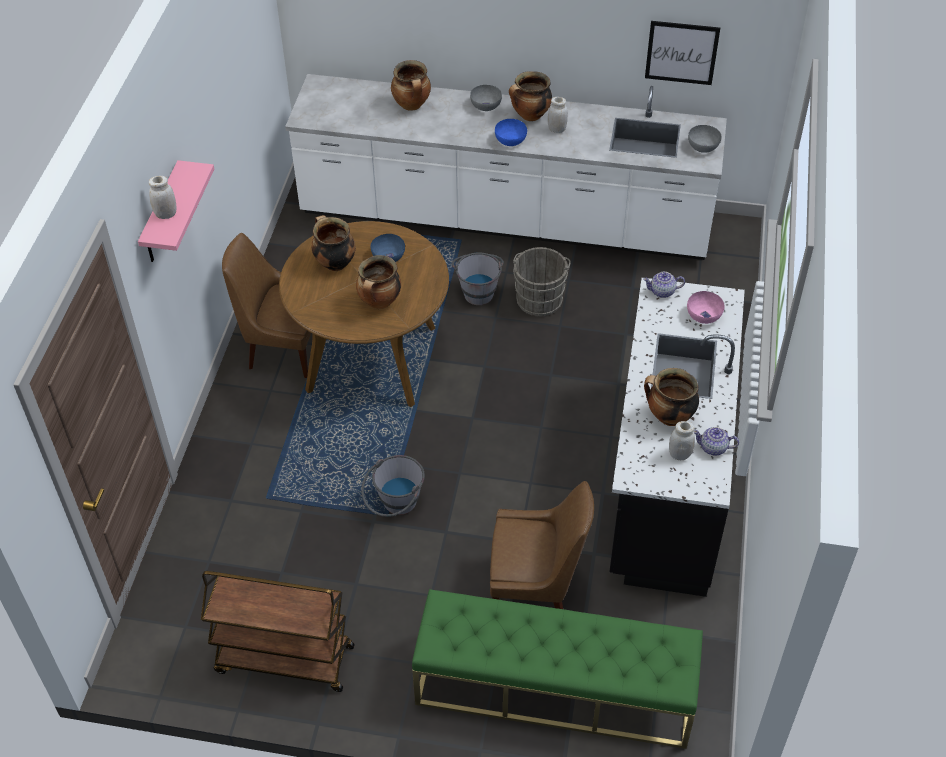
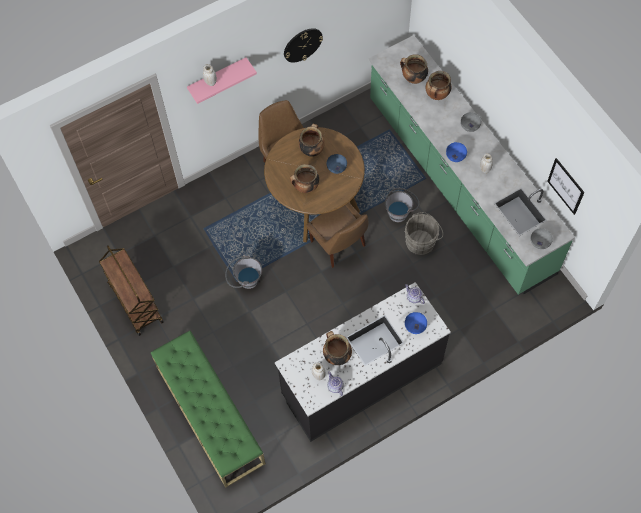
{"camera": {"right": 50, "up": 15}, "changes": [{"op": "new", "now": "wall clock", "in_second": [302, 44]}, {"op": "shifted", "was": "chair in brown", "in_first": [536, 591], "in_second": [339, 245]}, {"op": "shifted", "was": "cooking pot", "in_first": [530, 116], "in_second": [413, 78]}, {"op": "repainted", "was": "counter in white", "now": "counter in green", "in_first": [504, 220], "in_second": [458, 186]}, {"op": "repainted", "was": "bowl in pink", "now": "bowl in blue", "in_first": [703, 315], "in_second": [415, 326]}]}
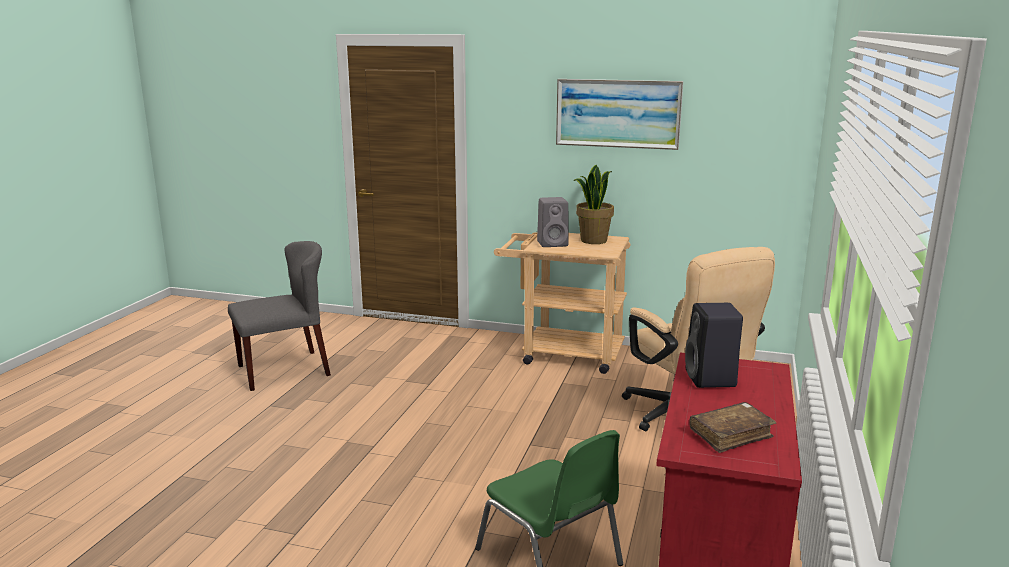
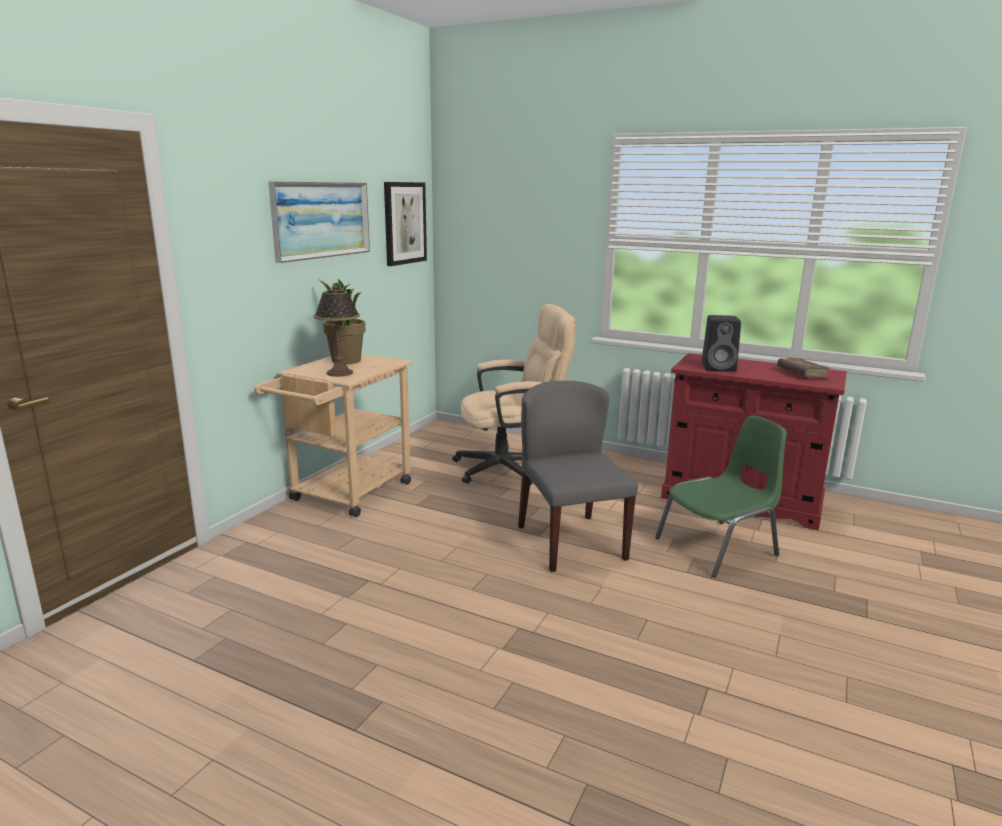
{"camera": {"right": -80, "up": 0}, "changes": [{"op": "new", "now": "picture", "in_second": [404, 223]}, {"op": "shifted", "was": "chair in grey", "in_first": [284, 370], "in_second": [570, 542]}, {"op": "swapped", "was": "speaker in grey", "now": "table lamp", "in_first": [553, 243], "in_second": [340, 373]}]}
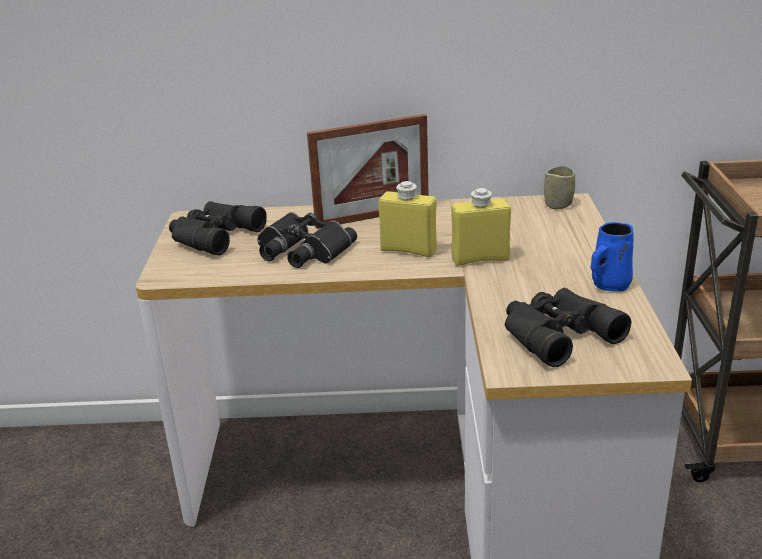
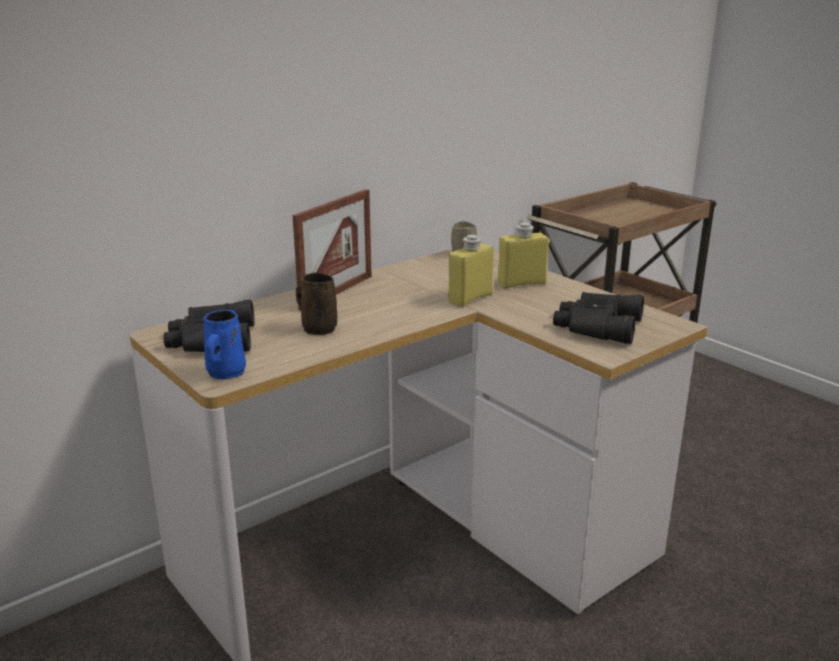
{"camera": {"right": -40, "up": -5}, "changes": [{"op": "shifted", "was": "bottle in yellow", "in_first": [408, 250], "in_second": [521, 284]}, {"op": "shifted", "was": "mug in blue", "in_first": [609, 285], "in_second": [225, 373]}, {"op": "swapped", "was": "binoculars in black", "now": "mug in brown", "in_first": [301, 250], "in_second": [318, 328]}]}
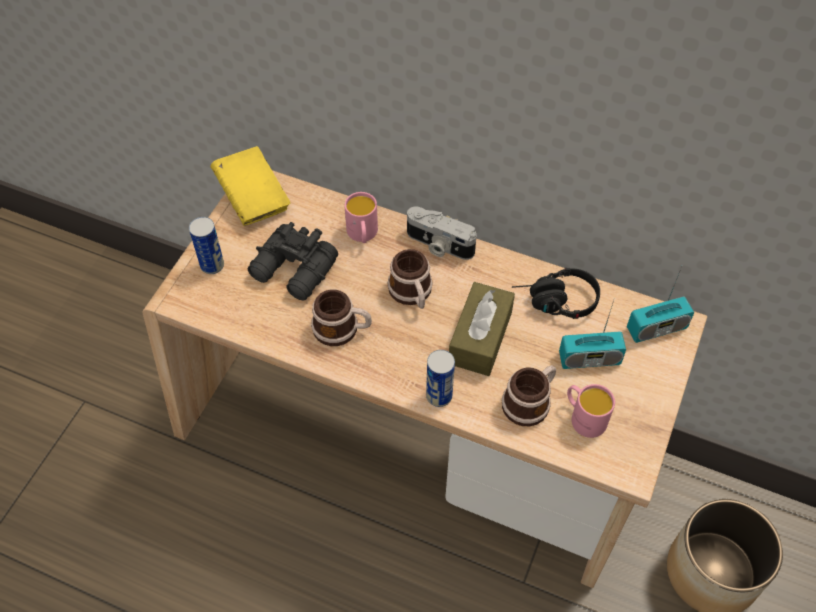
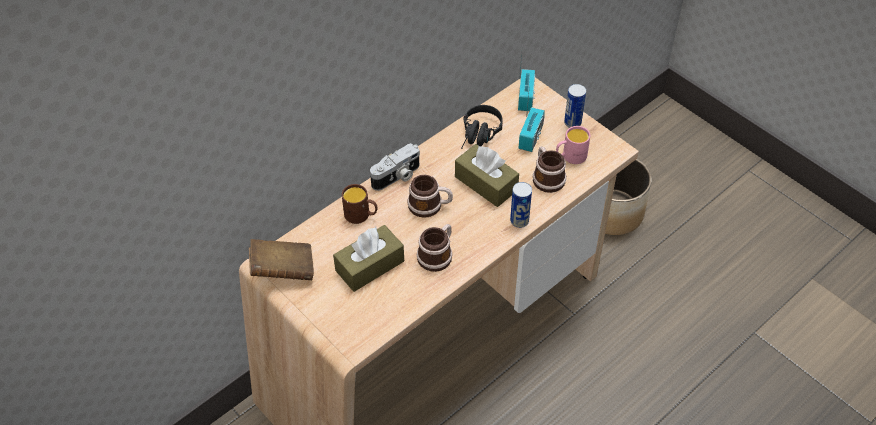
{"camera": {"right": -65, "up": -5}, "changes": [{"op": "shifted", "was": "can", "in_first": [212, 265], "in_second": [572, 122]}, {"op": "swapped", "was": "binoculars in black", "now": "tissue box in brown", "in_first": [294, 271], "in_second": [370, 266]}, {"op": "repainted", "was": "book in yellow", "now": "book in brown", "in_first": [253, 199], "in_second": [283, 270]}, {"op": "repainted", "was": "mug in pink", "now": "mug in brown", "in_first": [362, 235], "in_second": [361, 215]}]}
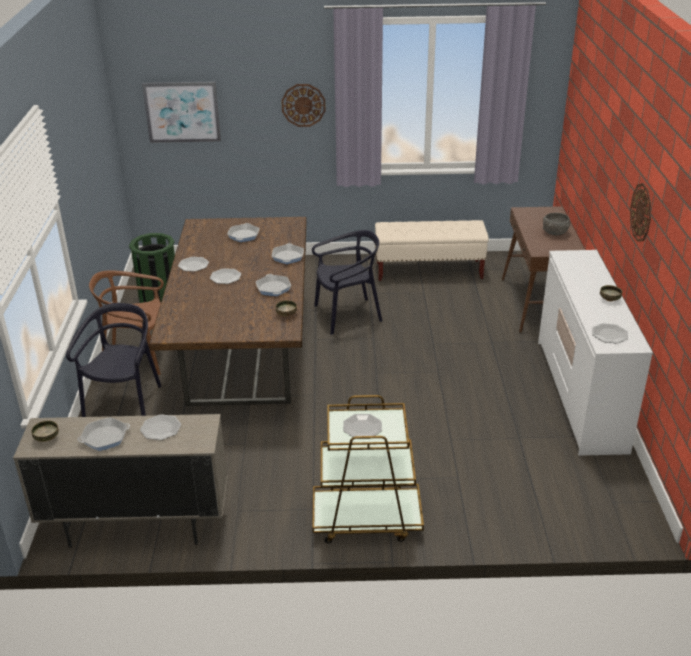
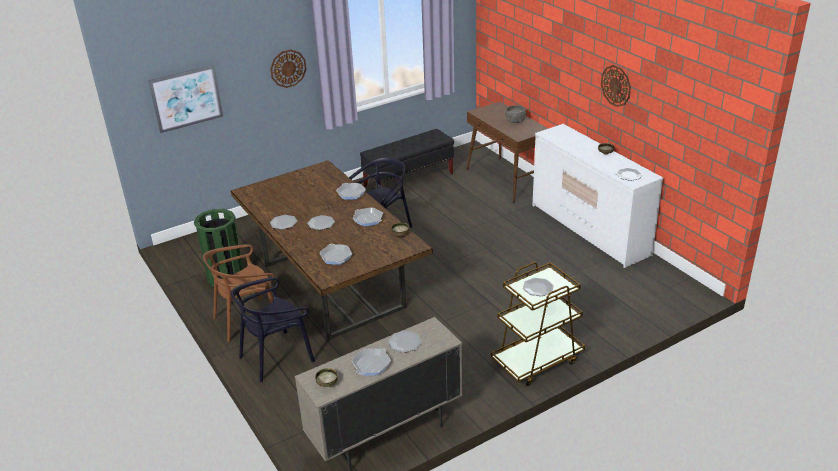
{"camera": {"right": -30, "up": 0}, "changes": [{"op": "shifted", "was": "frying pan", "in_first": [243, 235], "in_second": [336, 257]}, {"op": "repainted", "was": "bench in beige", "now": "bench in black", "in_first": [429, 271], "in_second": [409, 180]}, {"op": "rotated", "was": "chair in black", "in_first": [125, 403], "in_second": [276, 357], "clockwise": -105}]}
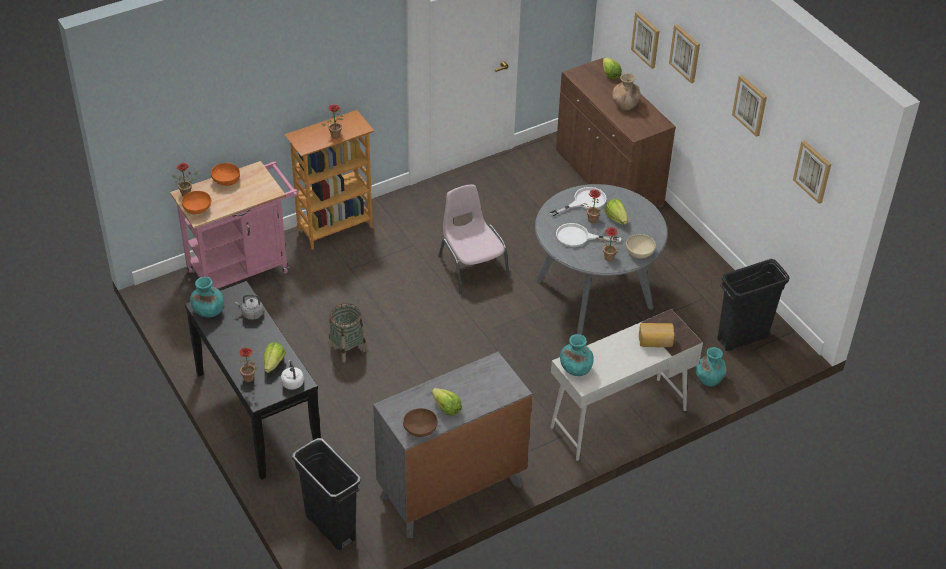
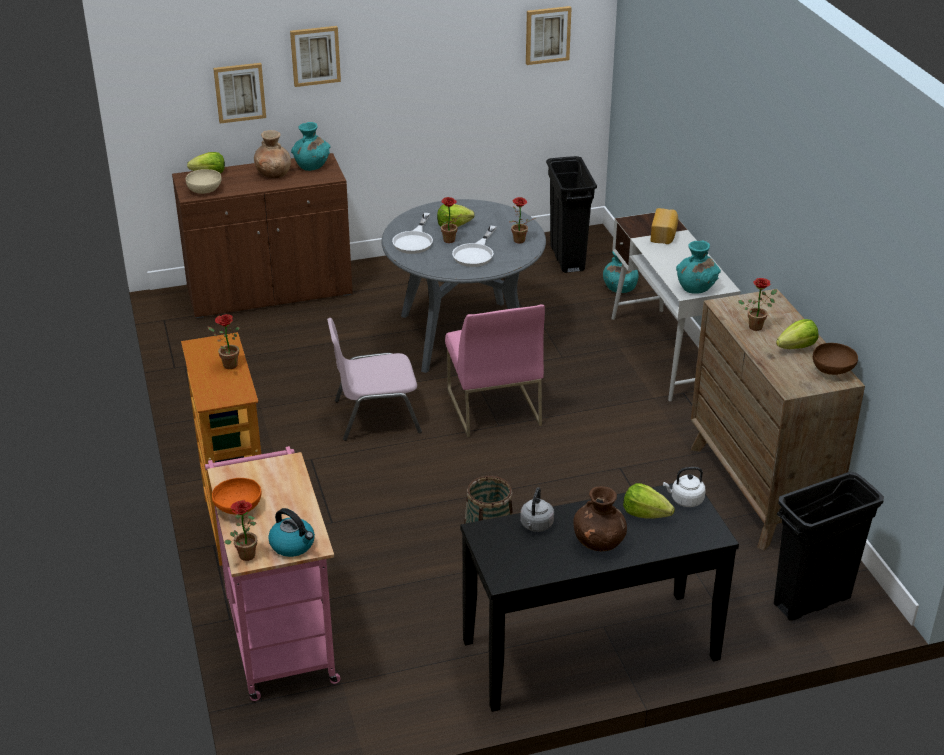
{"camera": {"right": -75, "up": -10}, "changes": [{"op": "gone", "was": "picture", "in_first": [750, 105]}, {"op": "new", "now": "chair in pink", "in_second": [492, 407]}, {"op": "new", "now": "vase in brown", "in_second": [599, 542]}, {"op": "shifted", "was": "vase in turquoise", "in_first": [208, 311], "in_second": [311, 166]}, {"op": "shifted", "was": "potted plant", "in_first": [250, 379], "in_second": [757, 325]}, {"op": "shifted", "was": "bowl in beige", "in_first": [640, 253], "in_second": [205, 190]}, {"op": "swapped", "was": "bowl in orange", "now": "kettle", "in_first": [198, 209], "in_second": [293, 545]}, {"op": "repainted", "was": "dresser in grey", "now": "dresser in brown", "in_first": [451, 491], "in_second": [759, 489]}, {"op": "rotated", "was": "frying pan in white", "in_first": [584, 202], "in_second": [414, 240], "clockwise": -150}]}
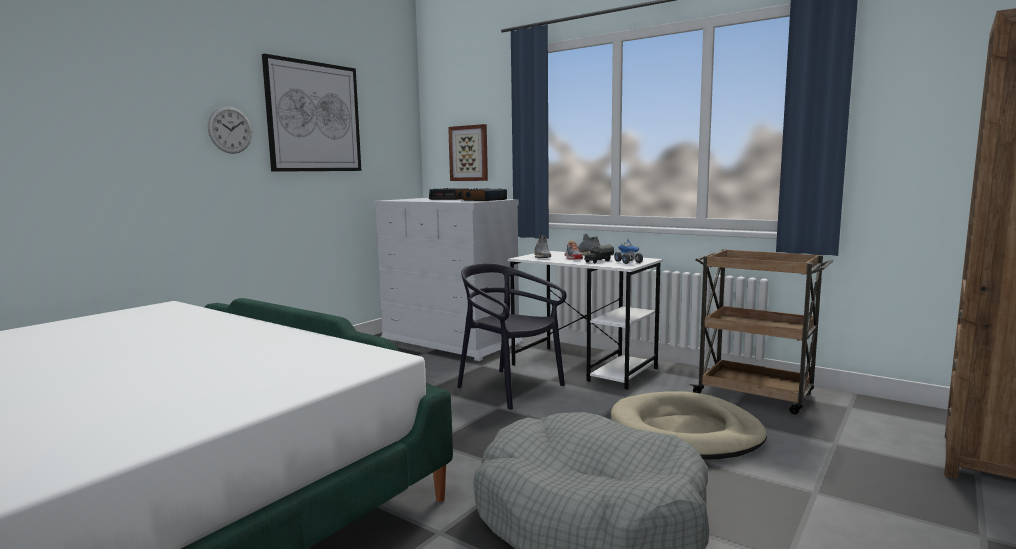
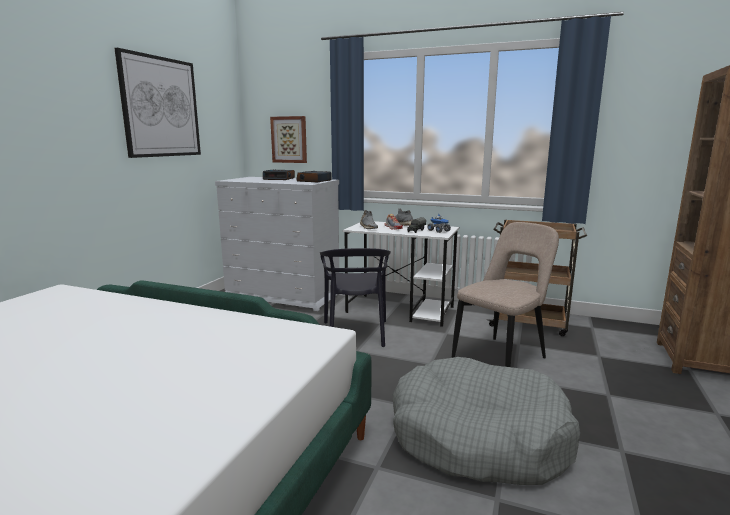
{"camera": {"right": -15, "up": 5}, "changes": [{"op": "gone", "was": "wall clock", "in_first": [230, 130]}, {"op": "swapped", "was": "dog bed in beige", "now": "chair in beige", "in_first": [685, 432], "in_second": [502, 358]}, {"op": "rotated", "was": "chair in black", "in_first": [509, 388], "in_second": [356, 333], "clockwise": -120}]}
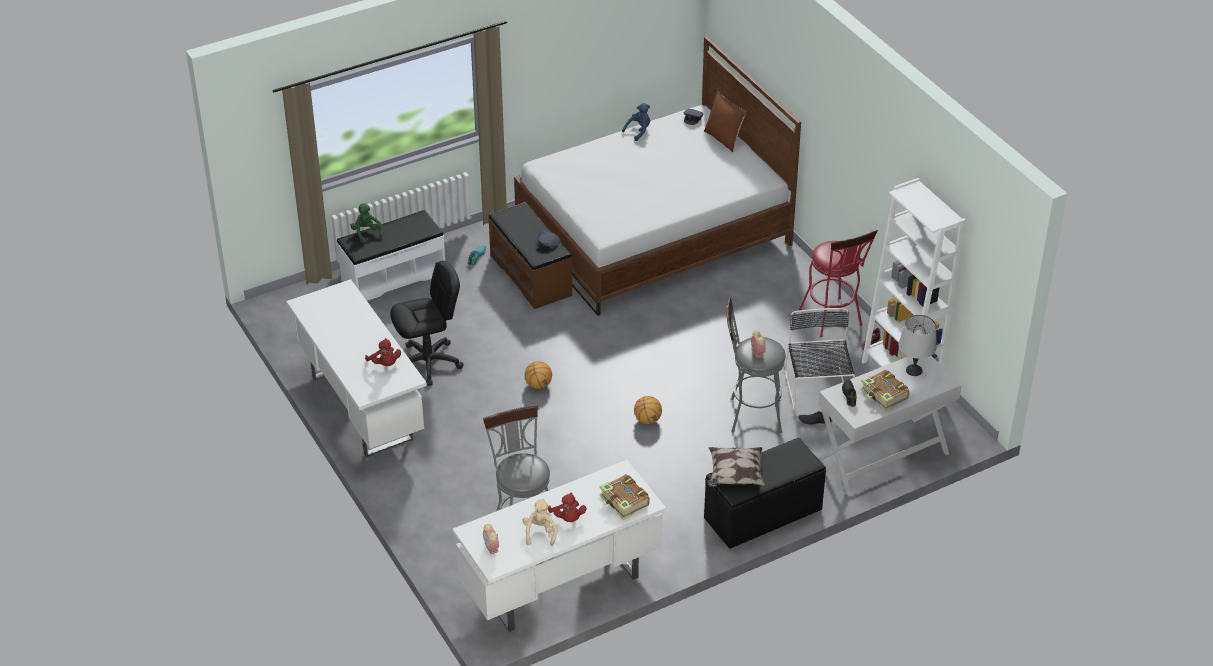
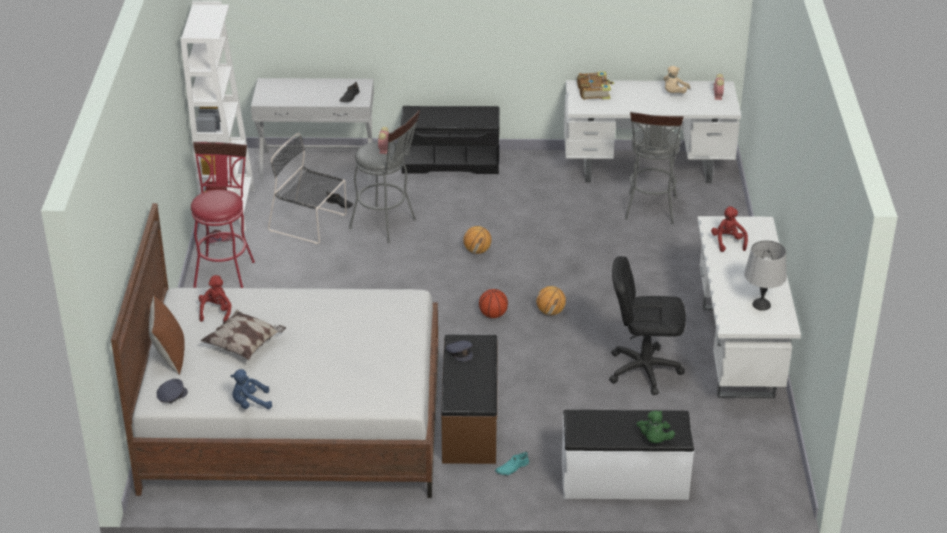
{"camera": {"right": -150, "up": -5}, "changes": [{"op": "gone", "was": "book", "in_first": [884, 395]}, {"op": "new", "now": "basketball", "in_second": [493, 315]}, {"op": "shifted", "was": "plush toy in red", "in_first": [568, 518], "in_second": [216, 312]}, {"op": "shifted", "was": "pillow", "in_first": [734, 476], "in_second": [245, 345]}, {"op": "shifted", "was": "table lamp in grey", "in_first": [914, 370], "in_second": [761, 305]}, {"op": "rotated", "was": "chair in black", "in_first": [817, 390], "in_second": [310, 223], "clockwise": 90}]}
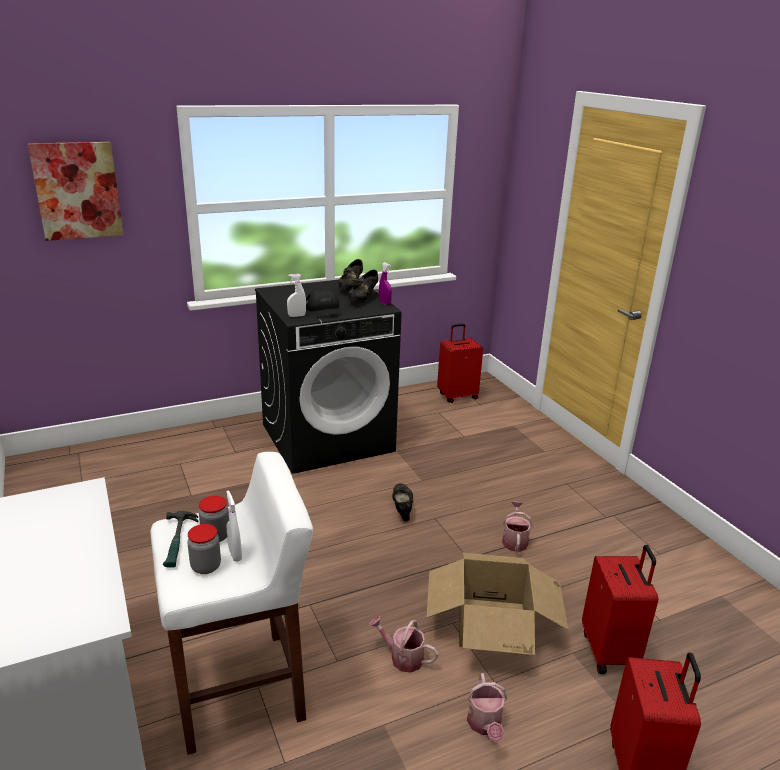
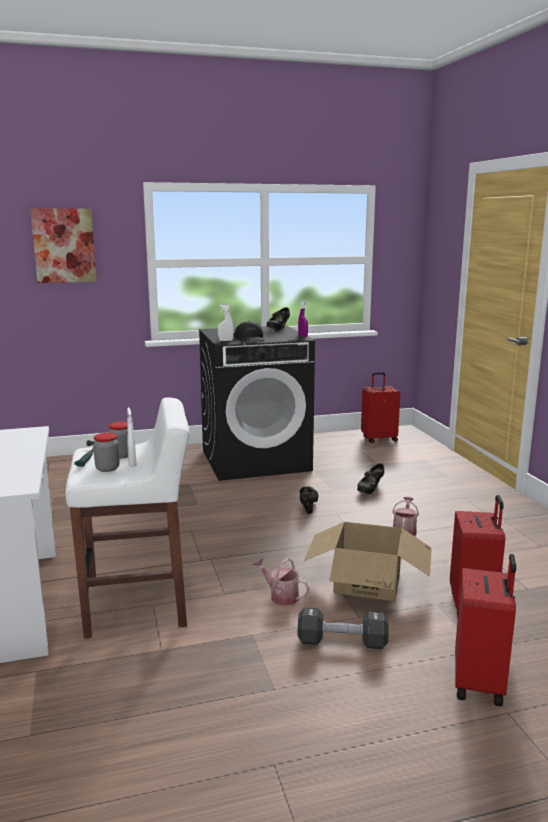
{"camera": {"right": 10, "up": -10}, "changes": [{"op": "shifted", "was": "shoe in black", "in_first": [362, 299], "in_second": [370, 490]}, {"op": "swapped", "was": "watering can", "now": "dumbbell in black", "in_first": [485, 725], "in_second": [342, 642]}]}
